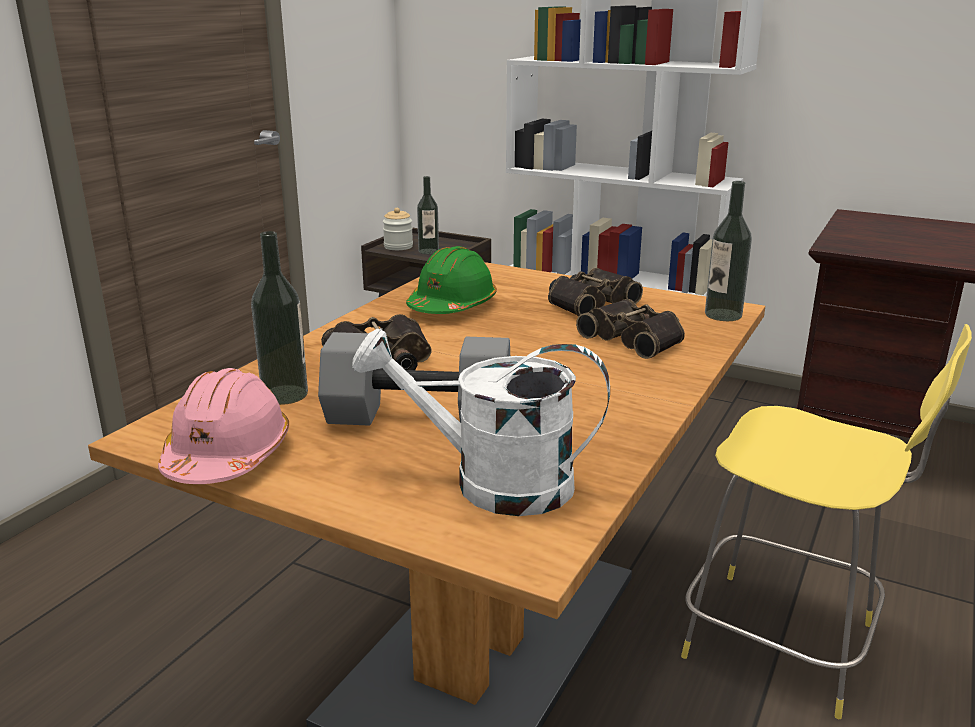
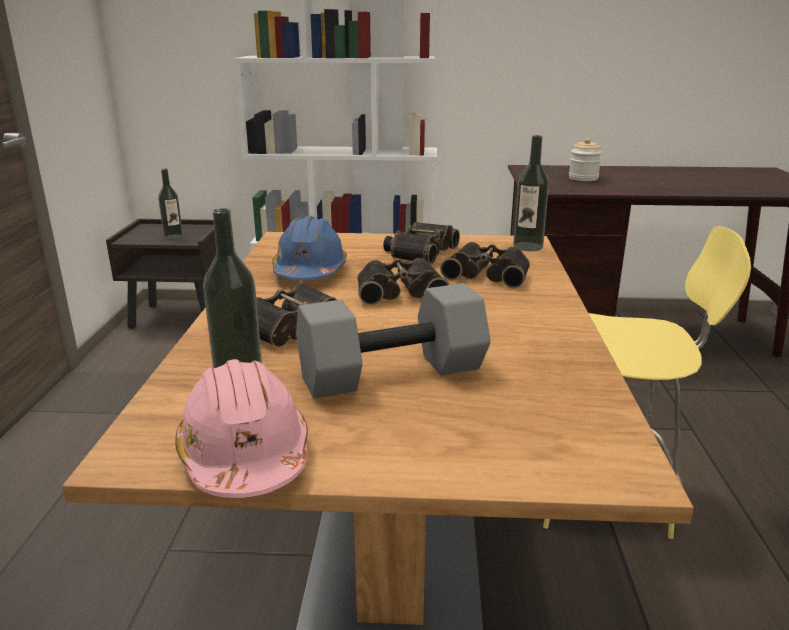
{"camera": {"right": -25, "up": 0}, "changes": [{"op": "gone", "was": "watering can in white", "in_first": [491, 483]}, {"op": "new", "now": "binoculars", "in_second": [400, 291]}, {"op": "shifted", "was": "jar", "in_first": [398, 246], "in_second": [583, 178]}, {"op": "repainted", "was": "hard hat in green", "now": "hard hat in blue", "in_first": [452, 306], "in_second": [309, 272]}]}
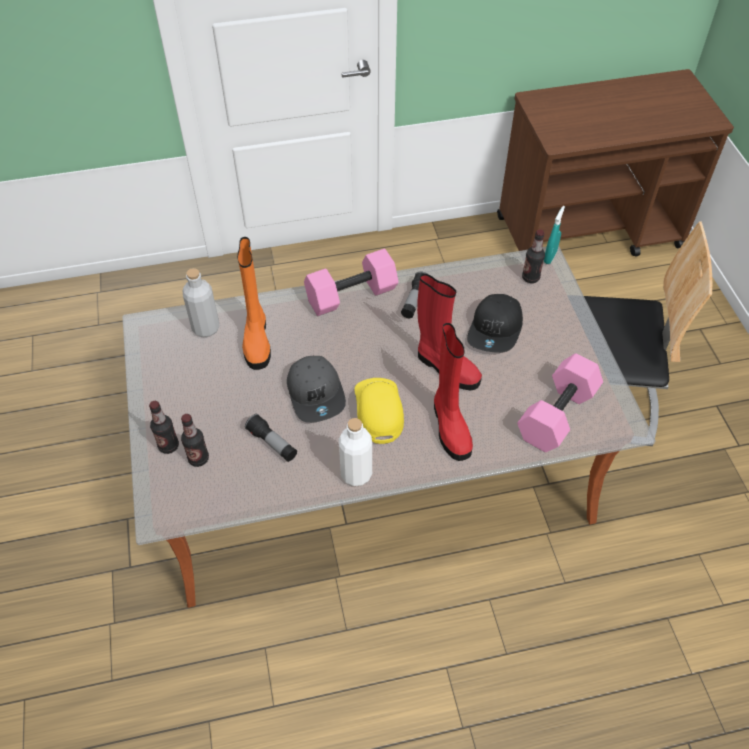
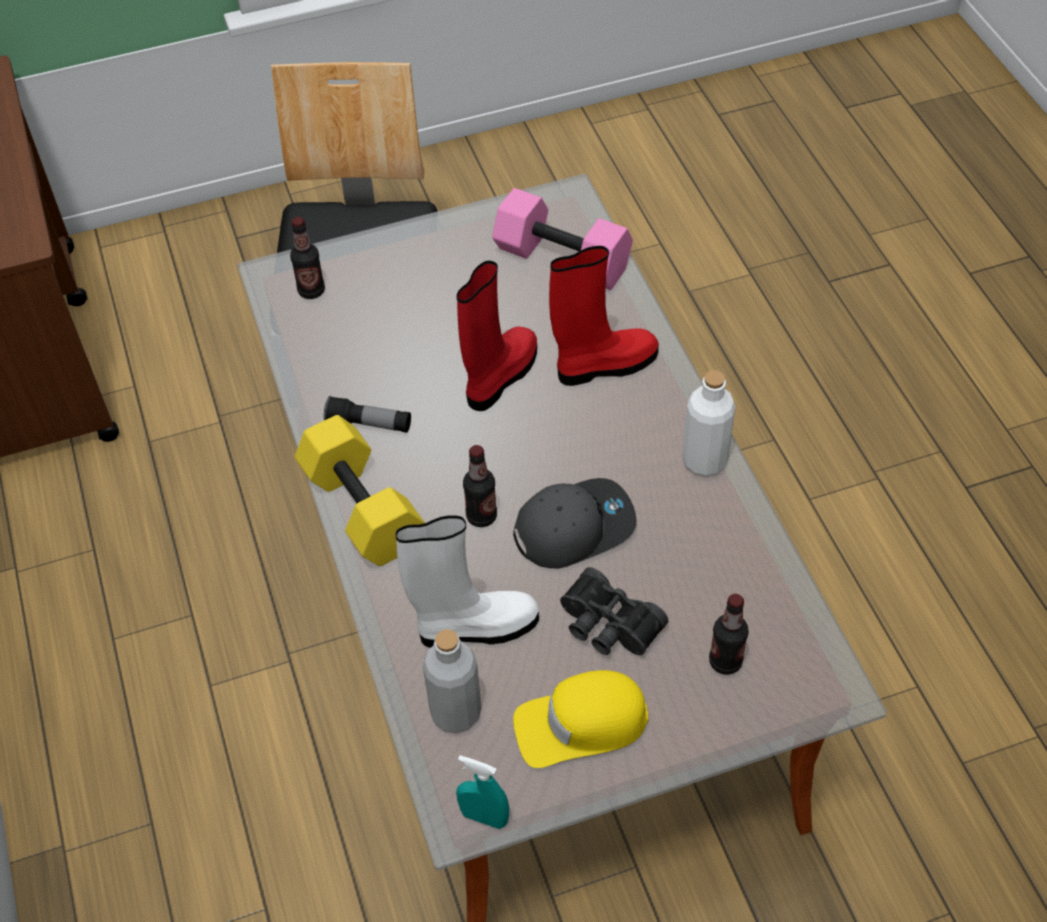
{"camera": {"right": -95, "up": 0}, "changes": [{"op": "gone", "was": "flashlight", "in_first": [272, 443]}, {"op": "gone", "was": "cap in black", "in_first": [496, 330]}, {"op": "new", "now": "binoculars in black", "in_second": [607, 626]}, {"op": "shifted", "was": "bottle", "in_first": [168, 446], "in_second": [481, 516]}, {"op": "shifted", "was": "cap in yellow", "in_first": [379, 411], "in_second": [581, 724]}, {"op": "shifted", "was": "spray bottle in turquoise", "in_first": [550, 257], "in_second": [484, 817]}, {"op": "repainted", "was": "boot in orange", "now": "boot in white", "in_first": [257, 340], "in_second": [474, 627]}, {"op": "repainted", "was": "dumbbell in pink", "now": "dumbbell in yellow", "in_first": [351, 296], "in_second": [364, 508]}]}
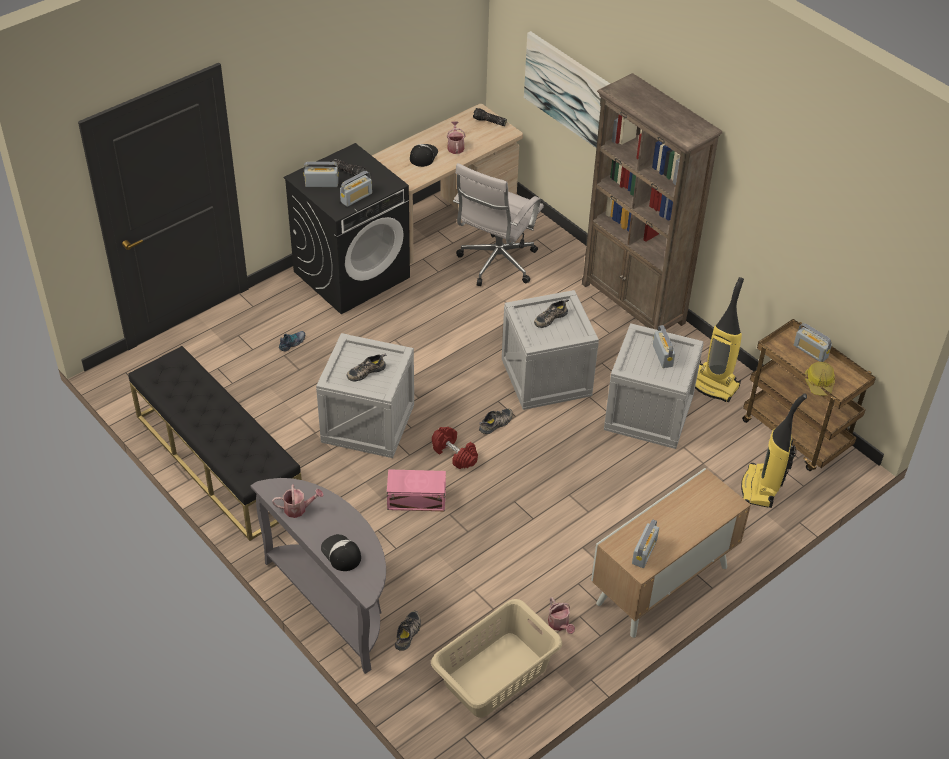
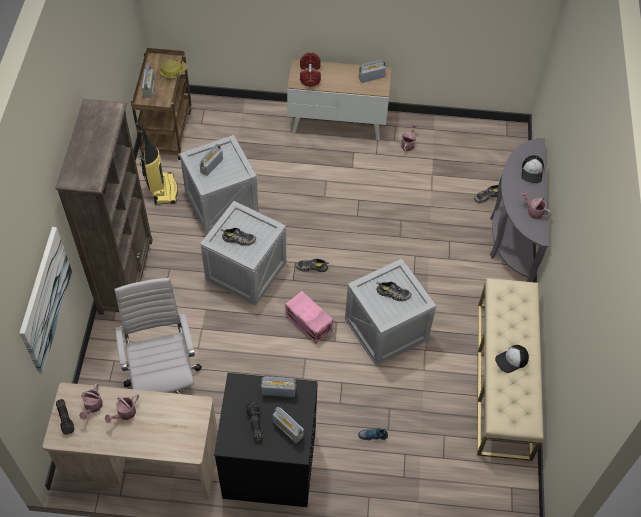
{"camera": {"right": -135, "up": 10}, "changes": [{"op": "gone", "was": "laundry basket in beige", "in_first": [494, 674]}, {"op": "gone", "was": "vacuum cleaner", "in_first": [761, 488]}, {"op": "new", "now": "watering can", "in_second": [92, 407]}, {"op": "shifted", "was": "storage box in pink", "in_first": [415, 498], "in_second": [308, 323]}, {"op": "shifted", "was": "cap", "in_first": [423, 156], "in_second": [512, 360]}, {"op": "shifted", "was": "dumbbell in red", "in_first": [454, 454], "in_second": [310, 75]}, {"op": "repainted", "was": "bench in black", "now": "bench in beige", "in_first": [218, 461], "in_second": [504, 379]}, {"op": "rotated", "was": "office chair in white", "in_first": [495, 264], "in_second": [164, 383], "clockwise": -90}]}
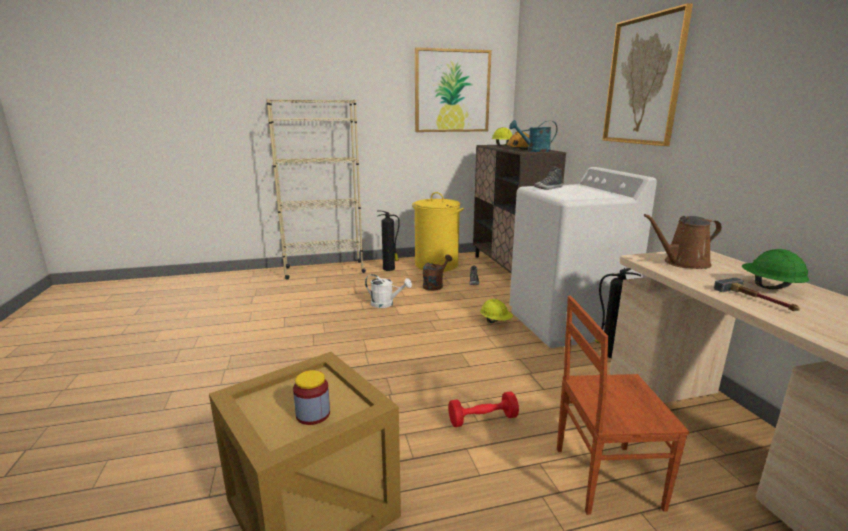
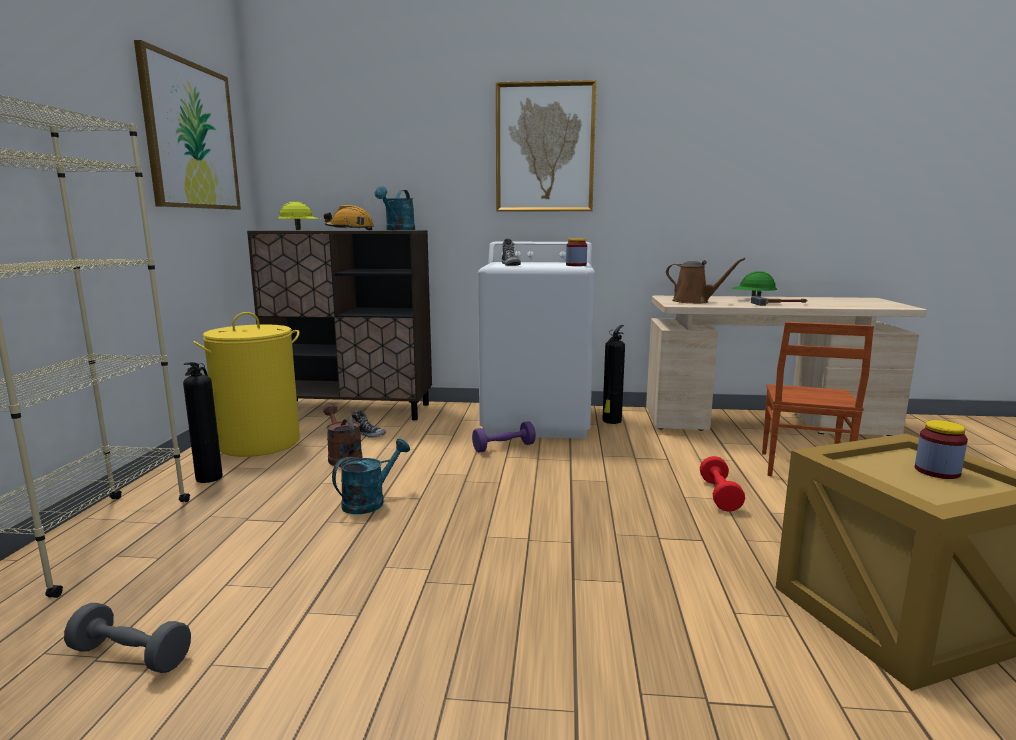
{"camera": {"right": -70, "up": -5}, "changes": [{"op": "new", "now": "dumbbell in grey", "in_second": [131, 656]}, {"op": "new", "now": "jar", "in_second": [576, 265]}, {"op": "swapped", "was": "hard hat in yellow", "now": "dumbbell in purple", "in_first": [496, 321], "in_second": [504, 447]}, {"op": "repainted", "was": "watering can in white", "now": "watering can in turquoise", "in_first": [386, 304], "in_second": [370, 501]}, {"op": "rotated", "was": "watering can in brown", "in_first": [683, 263], "in_second": [694, 301], "clockwise": -60}]}
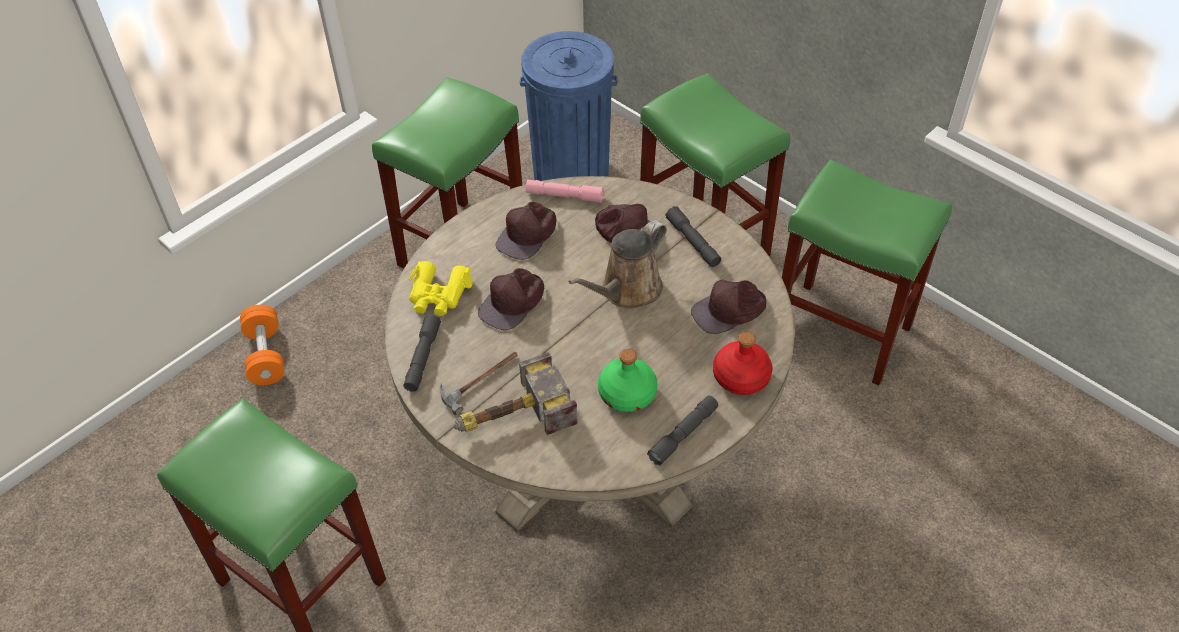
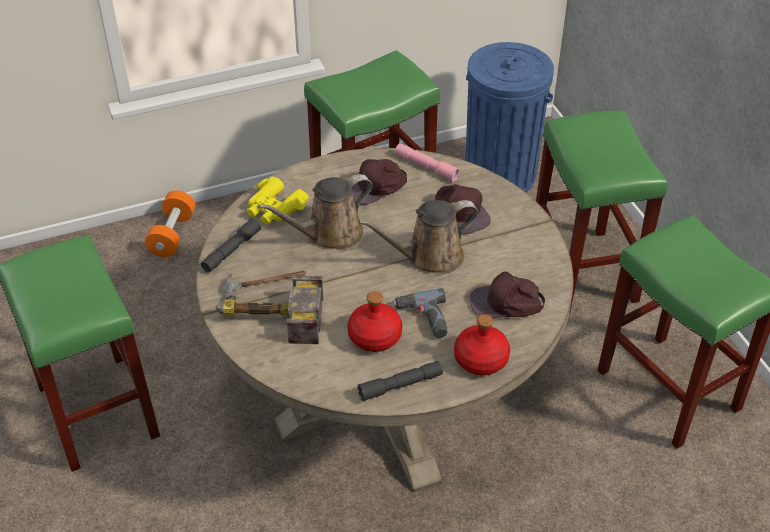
{"camera": {"right": 25, "up": -5}, "changes": [{"op": "gone", "was": "flashlight in grey", "in_first": [692, 242]}, {"op": "new", "now": "power drill", "in_second": [423, 319]}, {"op": "swapped", "was": "cap in brown", "now": "watering can in brown", "in_first": [513, 302], "in_second": [329, 234]}, {"op": "repainted", "was": "bottle in green", "now": "bottle in red", "in_first": [627, 394], "in_second": [374, 337]}]}
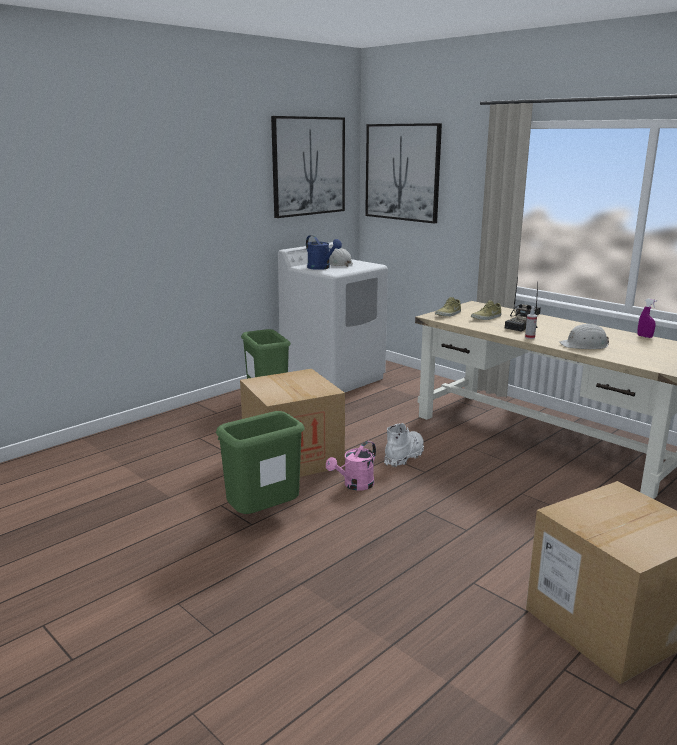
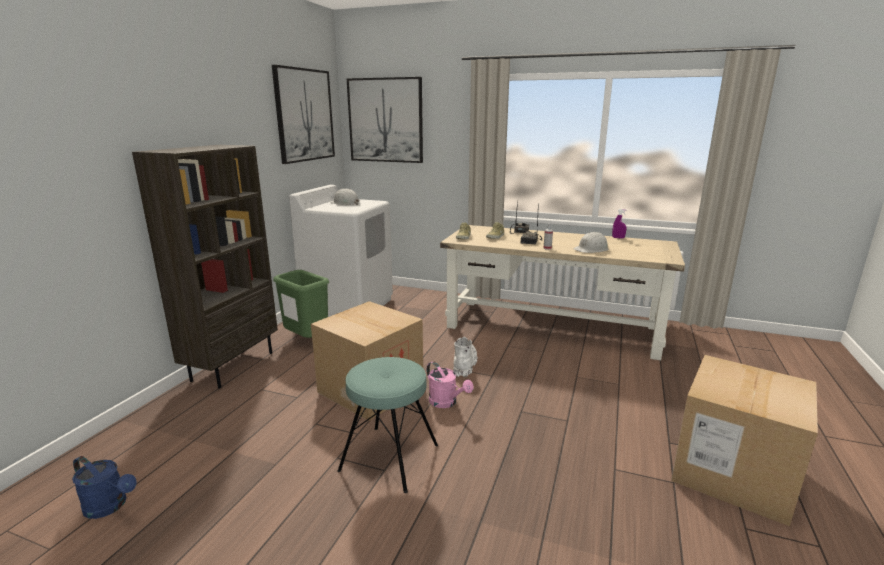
{"camera": {"right": -25, "up": 0}, "changes": [{"op": "new", "now": "bookcase in brown", "in_second": [232, 366]}, {"op": "shifted", "was": "watering can in blue", "in_first": [321, 268], "in_second": [110, 506]}, {"op": "swapped", "was": "trash can in green", "now": "stool in turquoise", "in_first": [264, 516], "in_second": [389, 457]}, {"op": "rotated", "was": "watering can in pink", "in_first": [355, 485], "in_second": [446, 402], "clockwise": -60}]}
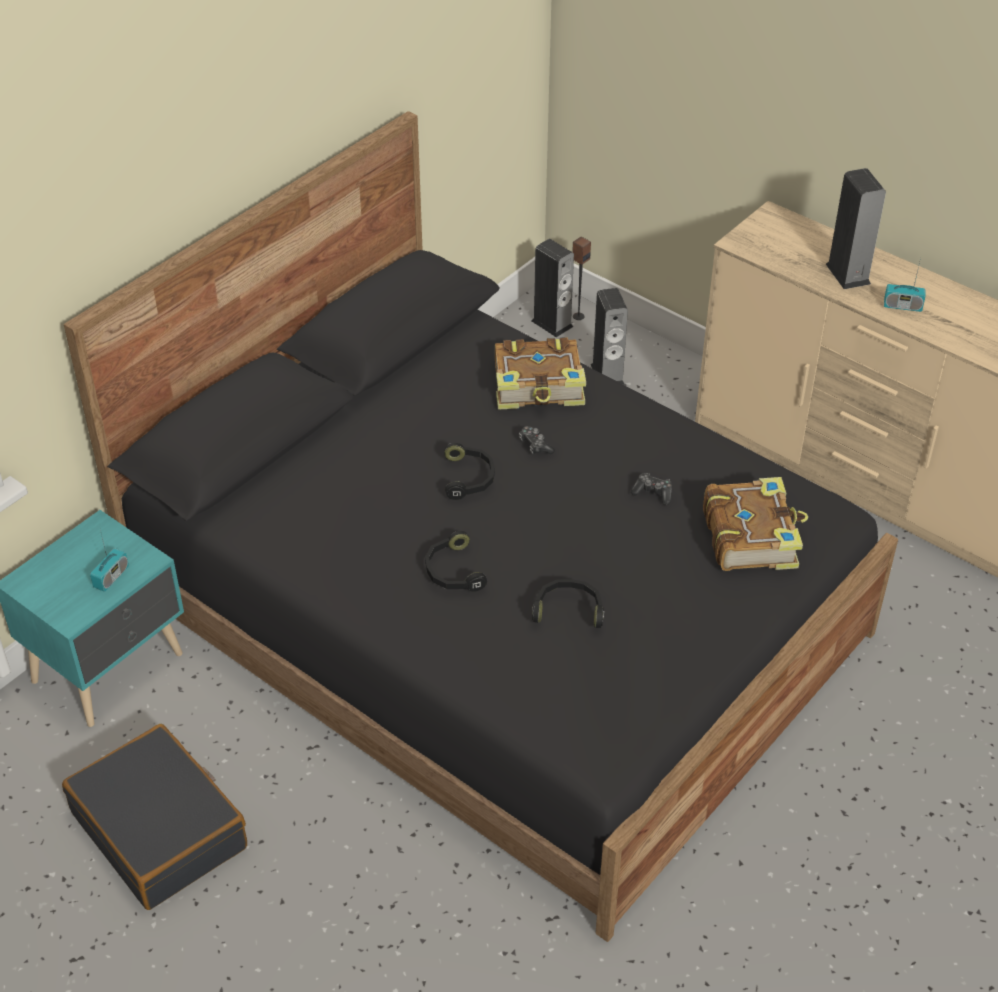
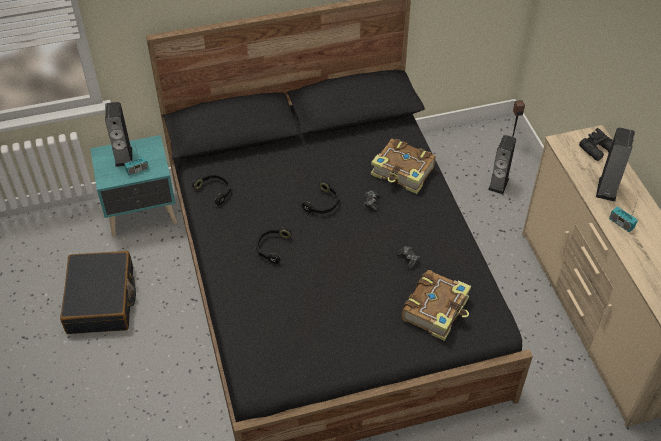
{"camera": {"right": 35, "up": 5}, "changes": [{"op": "new", "now": "binoculars in black", "in_second": [598, 149]}, {"op": "shifted", "was": "speaker", "in_first": [552, 323], "in_second": [123, 157]}, {"op": "shifted", "was": "headphones in black", "in_first": [568, 609], "in_second": [215, 190]}]}
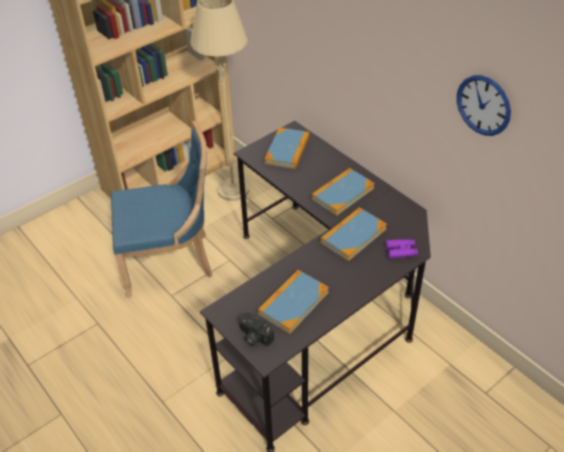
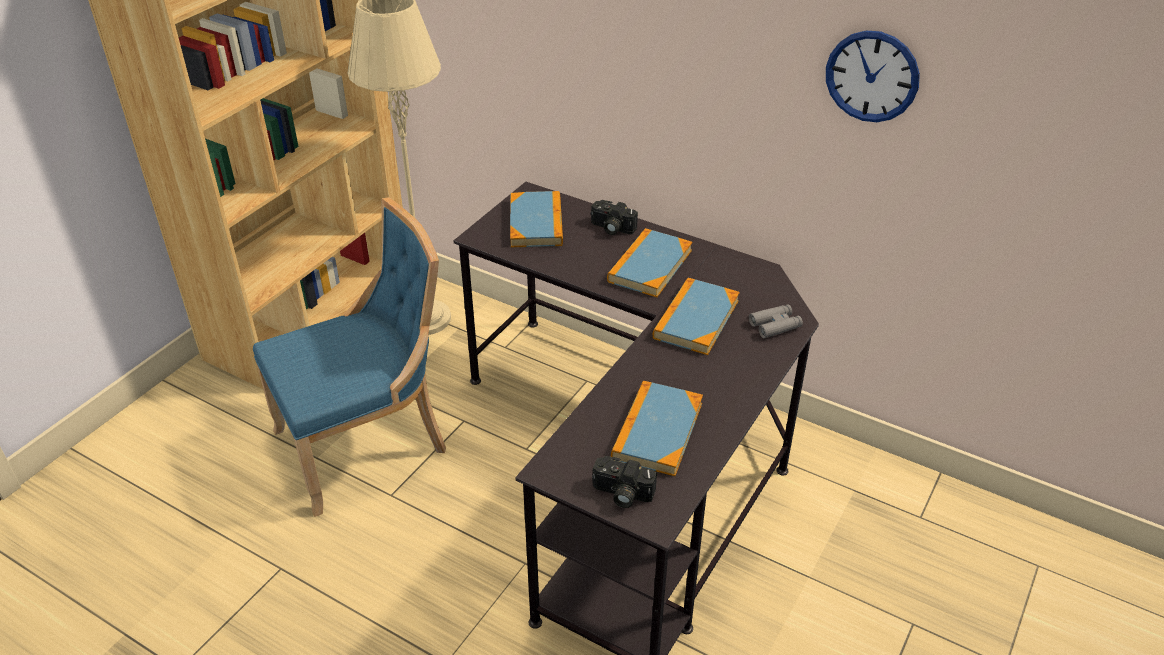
{"camera": {"right": -20, "up": -5}, "changes": [{"op": "new", "now": "photo camera", "in_second": [611, 228]}, {"op": "repainted", "was": "binoculars in purple", "now": "binoculars in grey", "in_first": [401, 251], "in_second": [775, 325]}]}
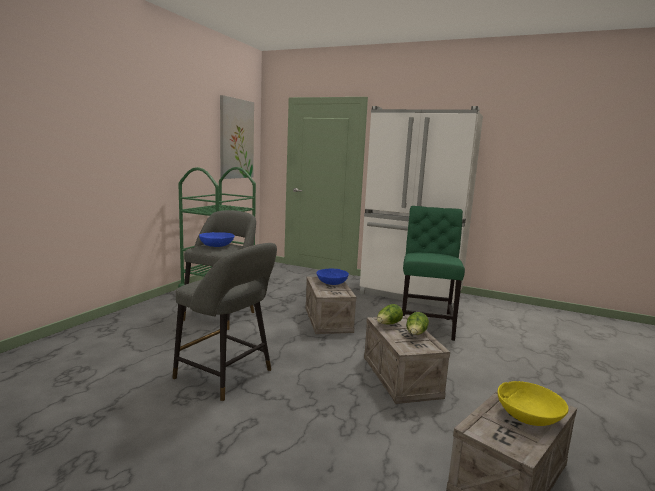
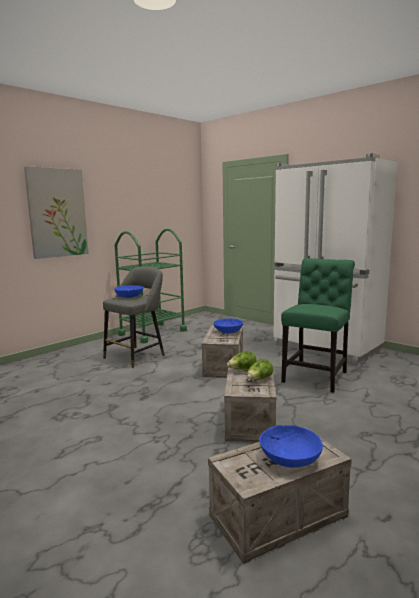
{"camera": {"right": 20, "up": 0}, "changes": [{"op": "gone", "was": "stool in grey", "in_first": [227, 376]}, {"op": "shifted", "was": "picture", "in_first": [236, 139], "in_second": [57, 213]}, {"op": "repainted", "was": "bowl in yellow", "now": "bowl in blue", "in_first": [528, 416], "in_second": [289, 458]}]}
